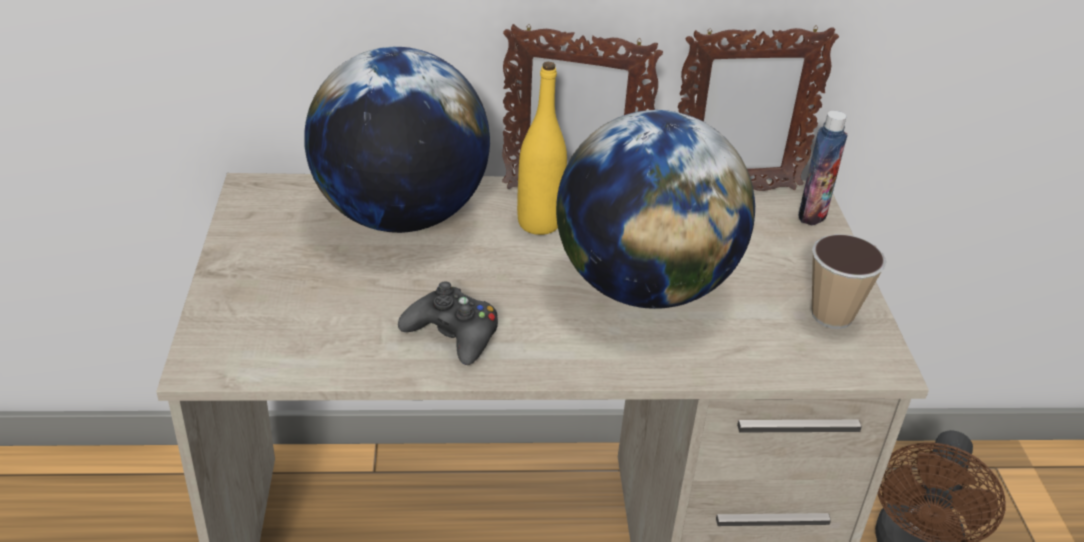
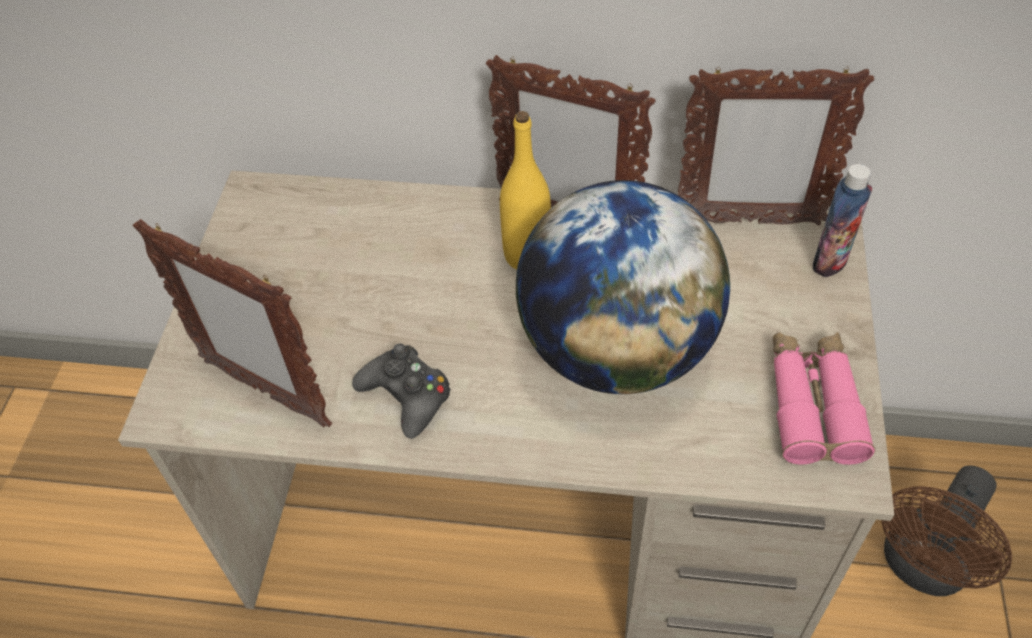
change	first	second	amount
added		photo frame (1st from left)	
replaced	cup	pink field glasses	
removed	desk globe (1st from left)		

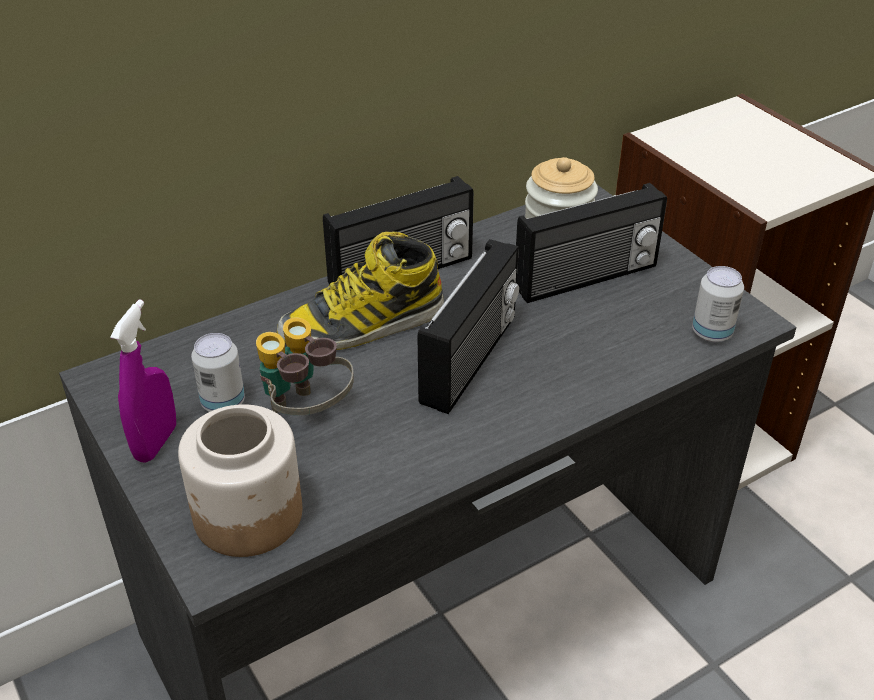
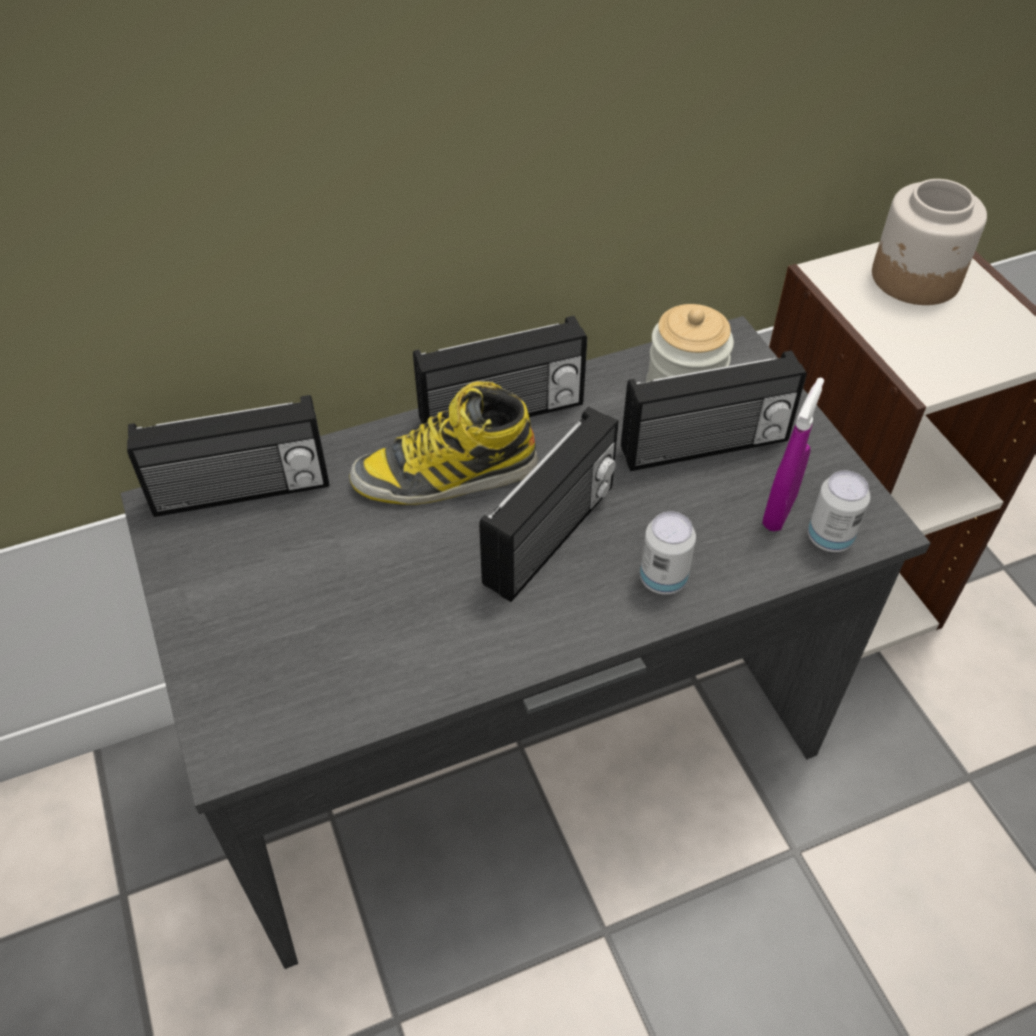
change	first	second	amount
added		radio receiver (1st from left)	
moved	metal can (1st from left)		
moved	purplish sprayer		
moved	storage jar (1st from left in the first image)	storage jar (2nd from left)	
removed	field glasses		

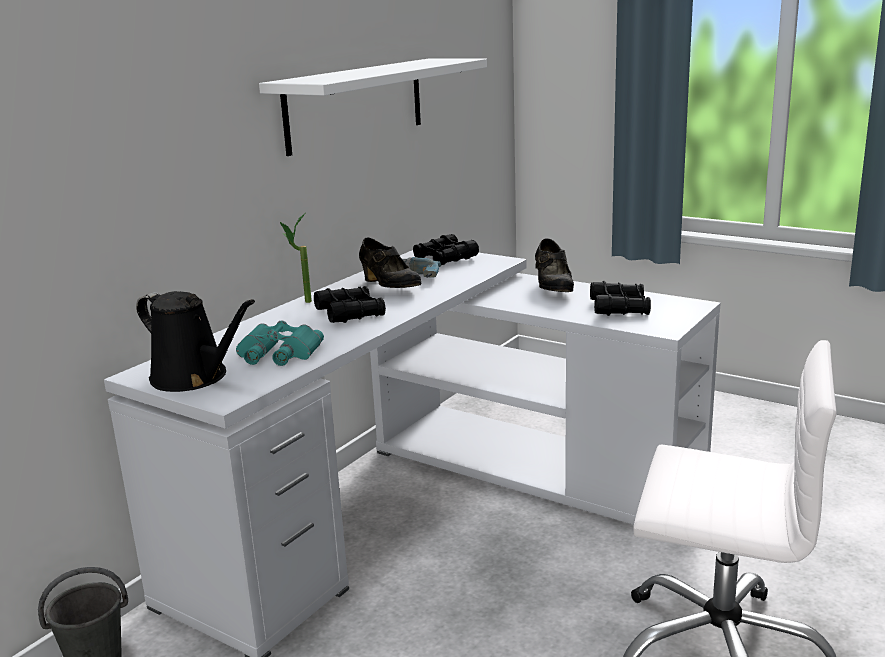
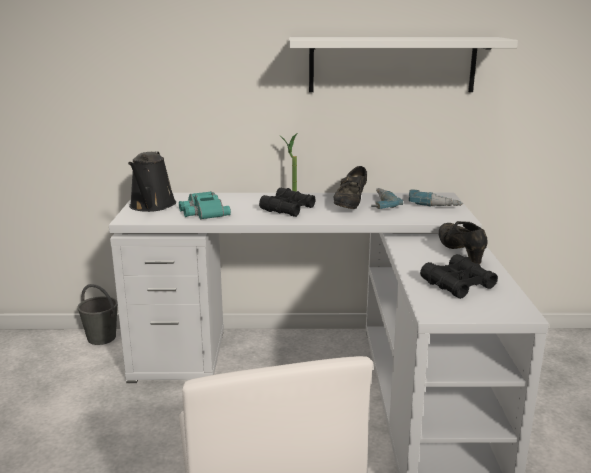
change	first	second	amount
replaced	black-coloured field glasses (2nd from left)	electric drill (2nd from left)	
turned	black-coloured item of footwear (2nd from left)		120 degrees clockwise

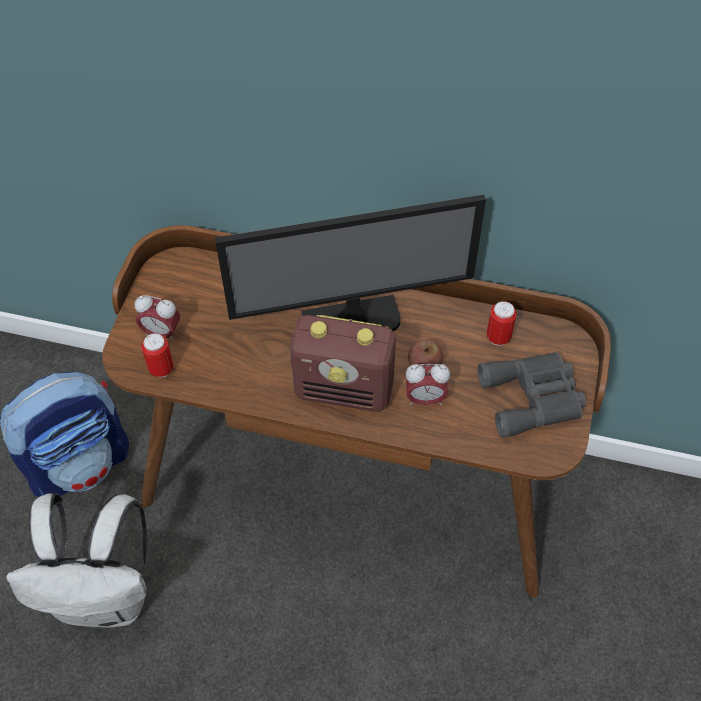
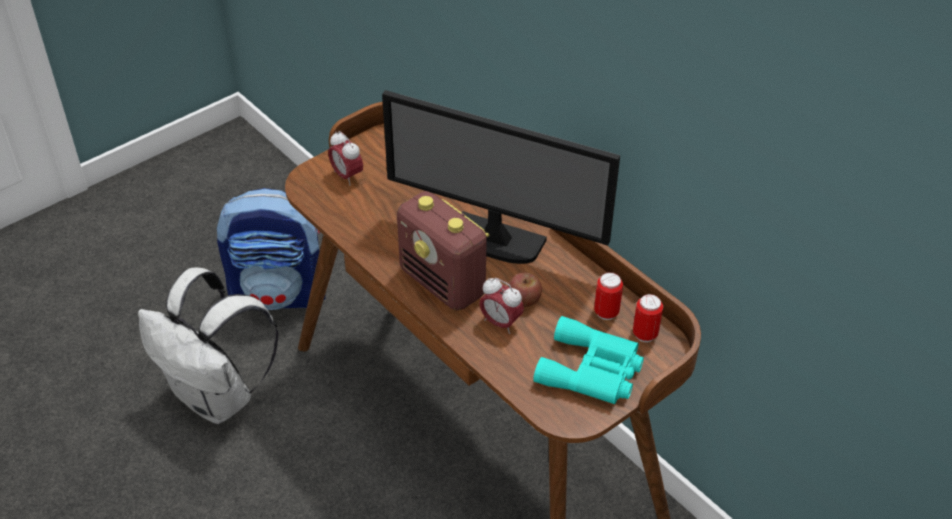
change	first	second	amount
recoloured	greyish field glasses	turquoise field glasses	
moved	metal can (1st from left in the first image)	metal can (2nd from left)	

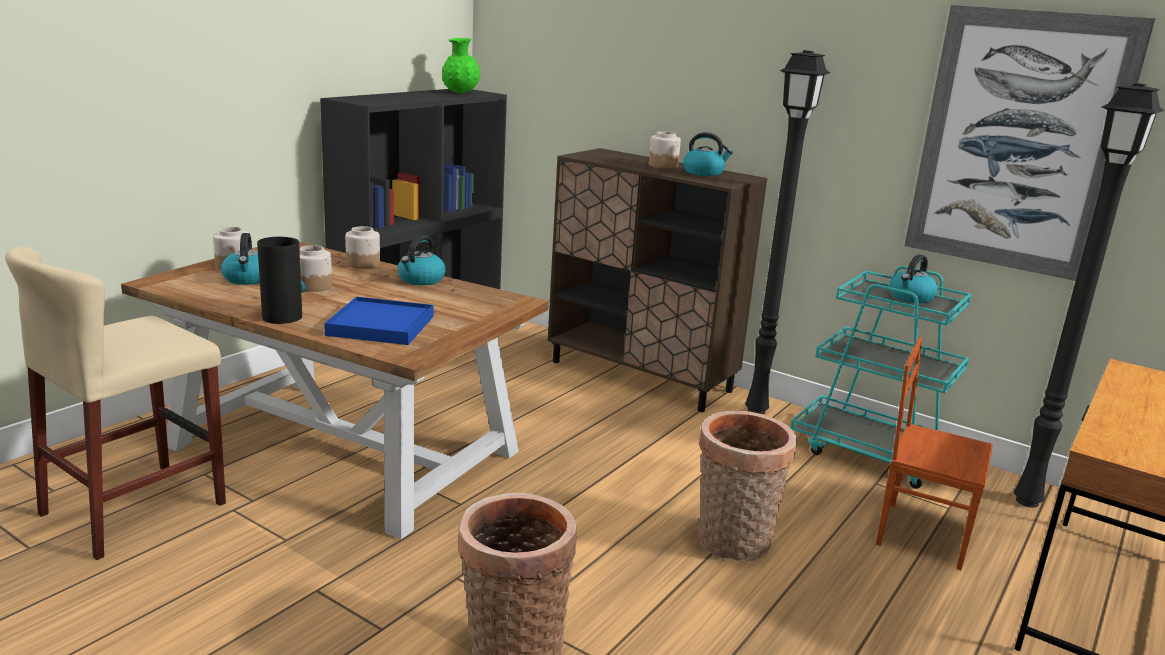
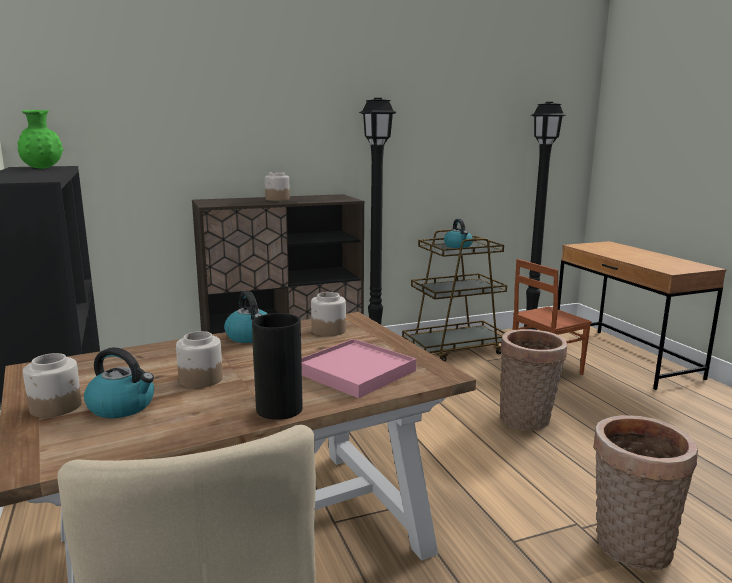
change	first	second	amount
recoloured	bluish tray	pink tray	
moved	storage jar (3rd from left in the first image)	storage jar (4th from left)	
recoloured	turquoise trolley	brownish trolley	
removed	kettle (3rd from left)		
removed	wall art		

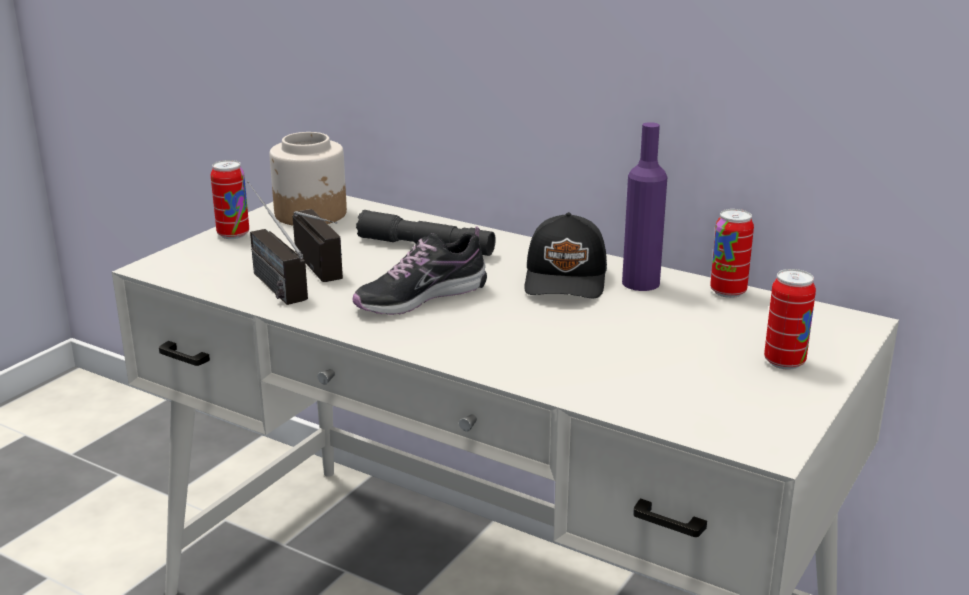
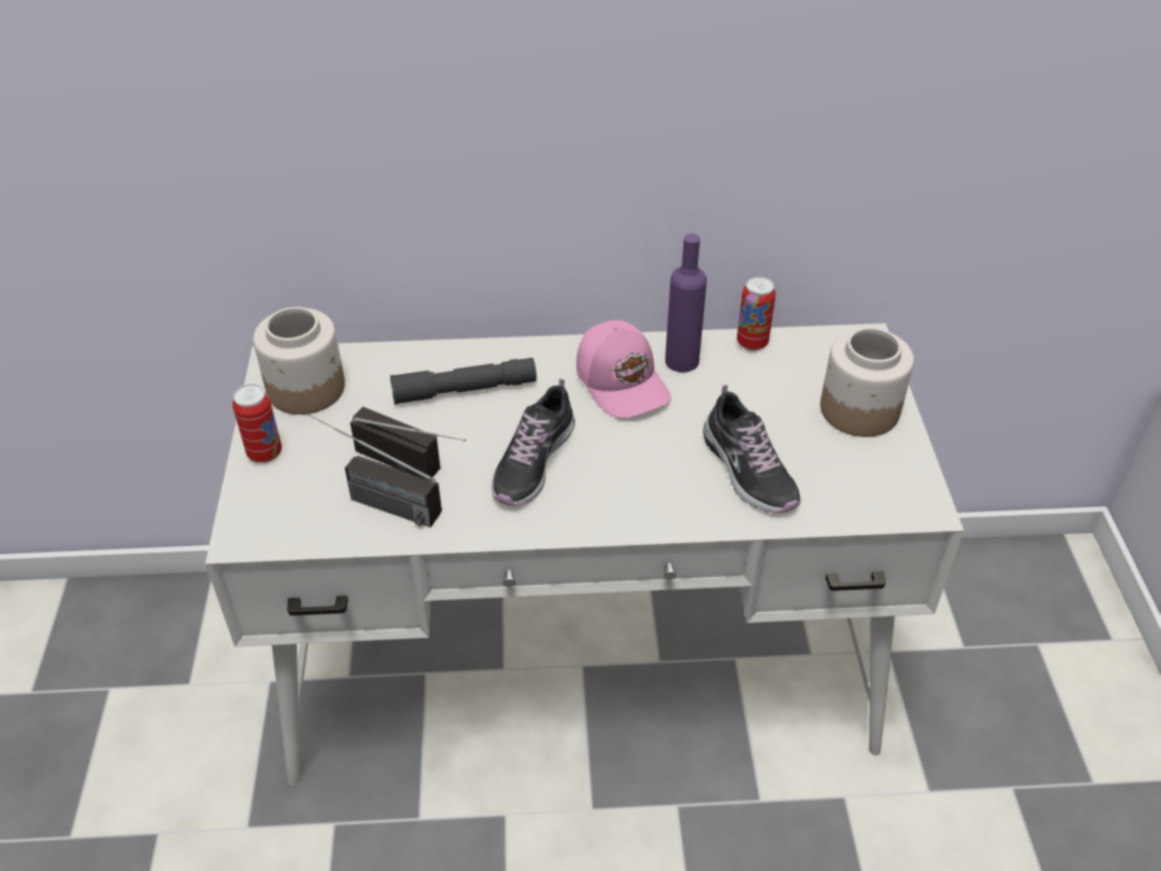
change	first	second	amount
recoloured	black-coloured cap	pink cap	
added		item of footwear (2nd from left)	
replaced	metal can (3rd from left)	storage jar (2nd from left)	

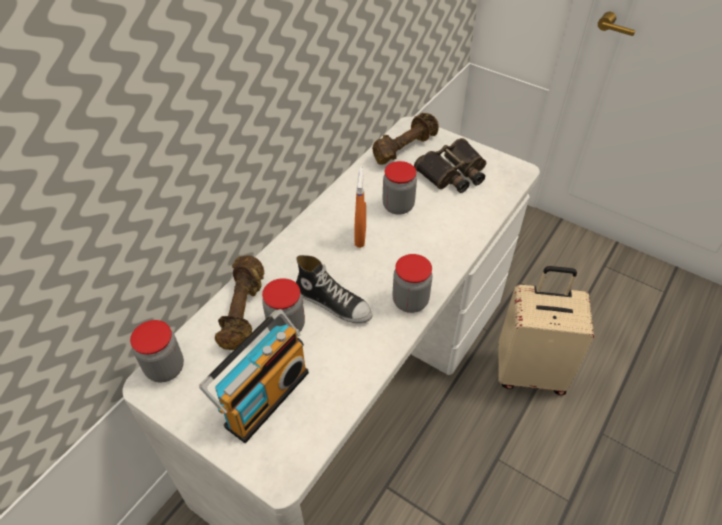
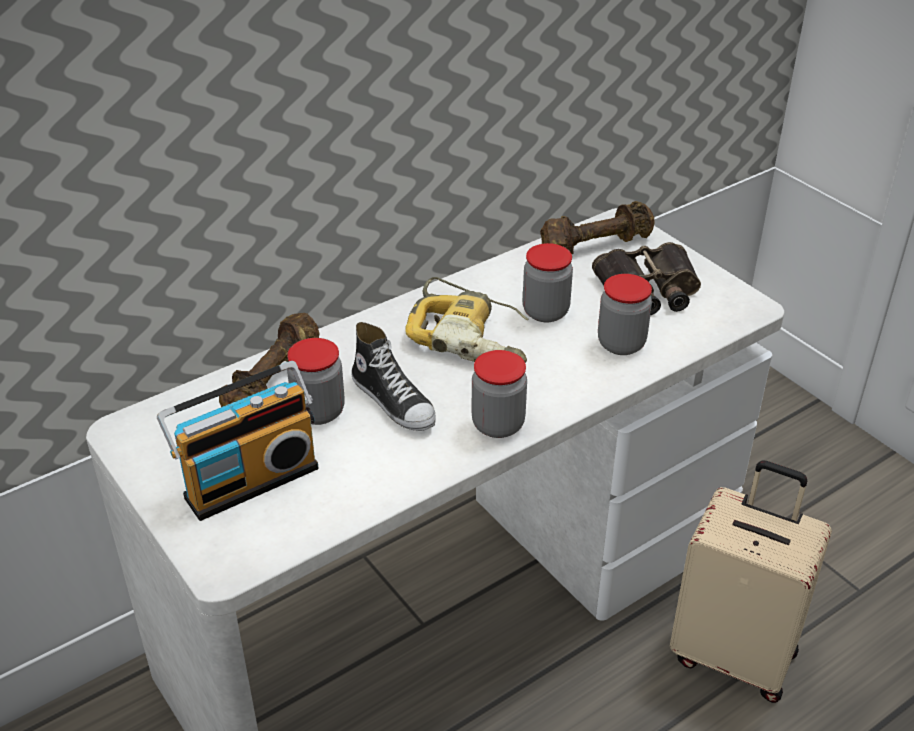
change	first	second	amount
replaced	orangey sprayer	electric drill	
moved	storage jar (1st from left in the first image)	storage jar (4th from left)	

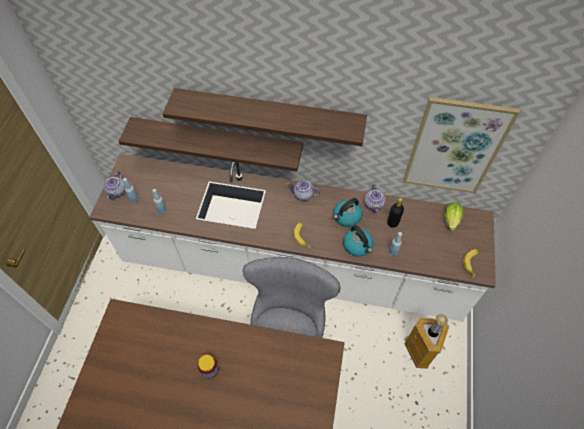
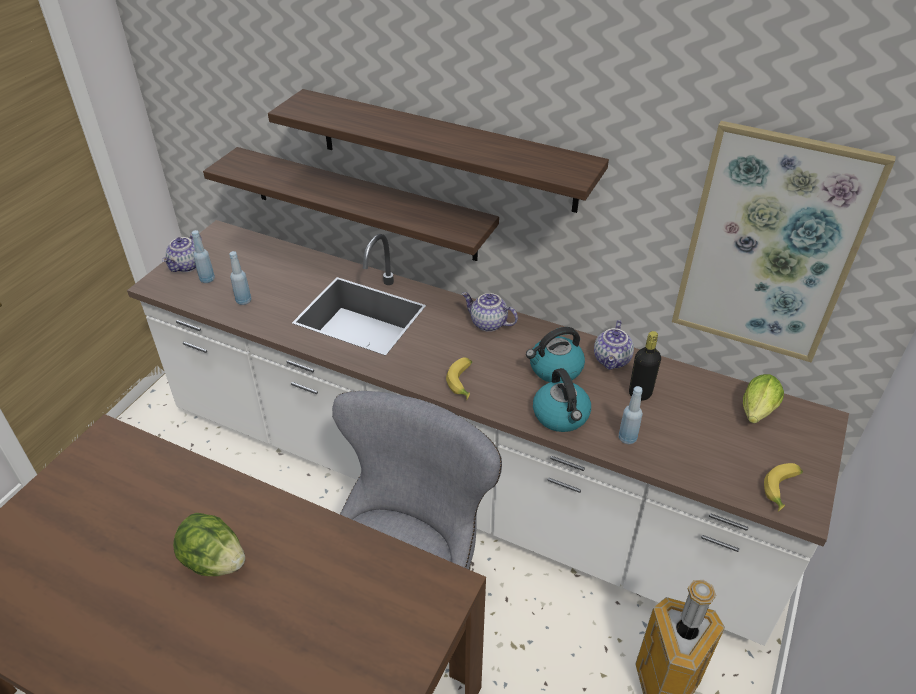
change	first	second	amount
replaced	storage jar	lettuce (1st from left)	

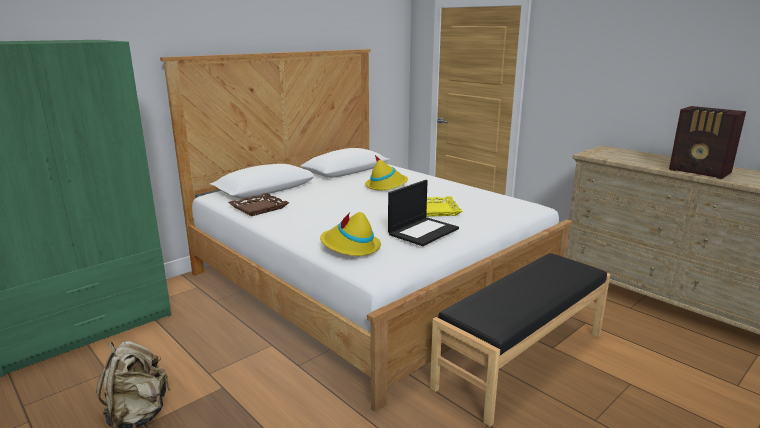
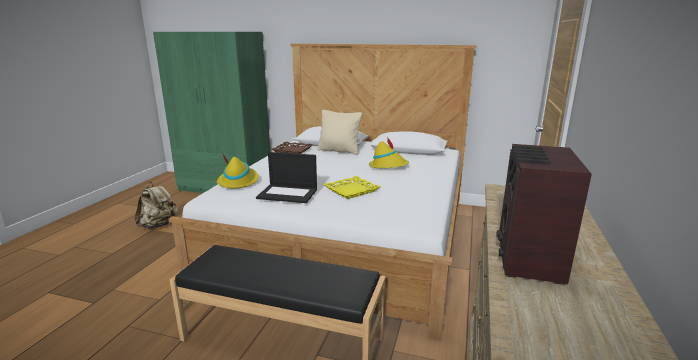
change	first	second	amount
added		sand-coloured cushion	

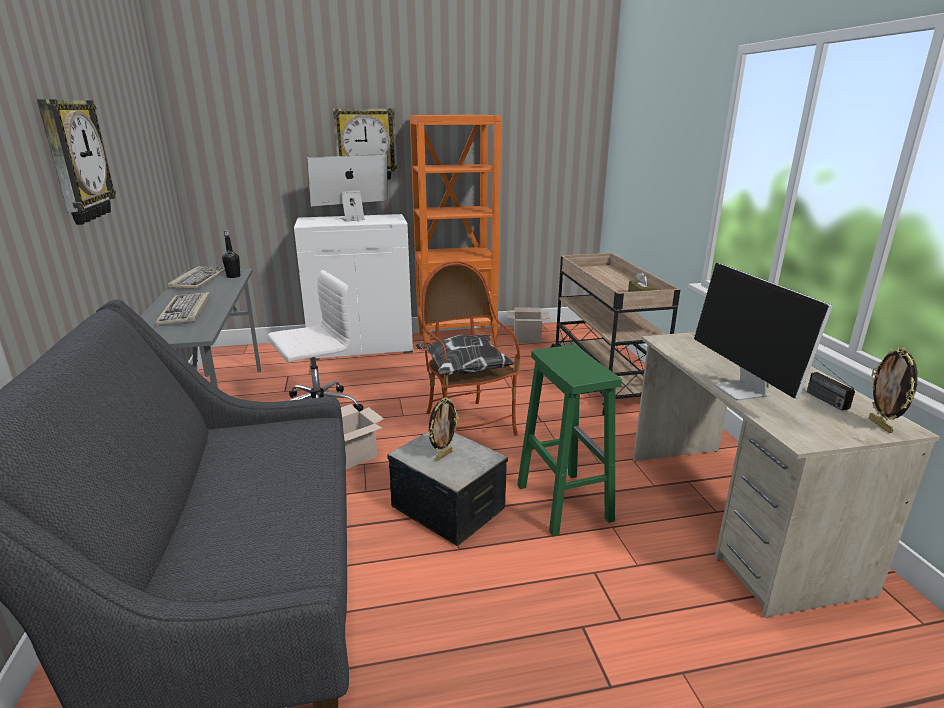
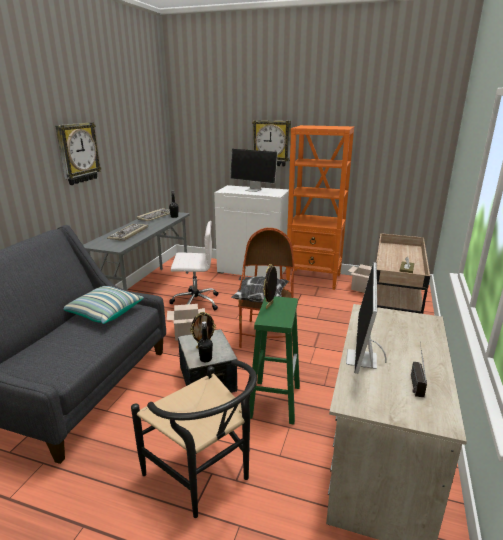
change	first	second	amount
added		cushion (1st from left)	
added		black-coloured upright chair	
added		black-coloured bottle (2nd from left)	
turned	computer display (1st from left)		150 degrees counterclockwise
moved	photo frame (2nd from left)		

